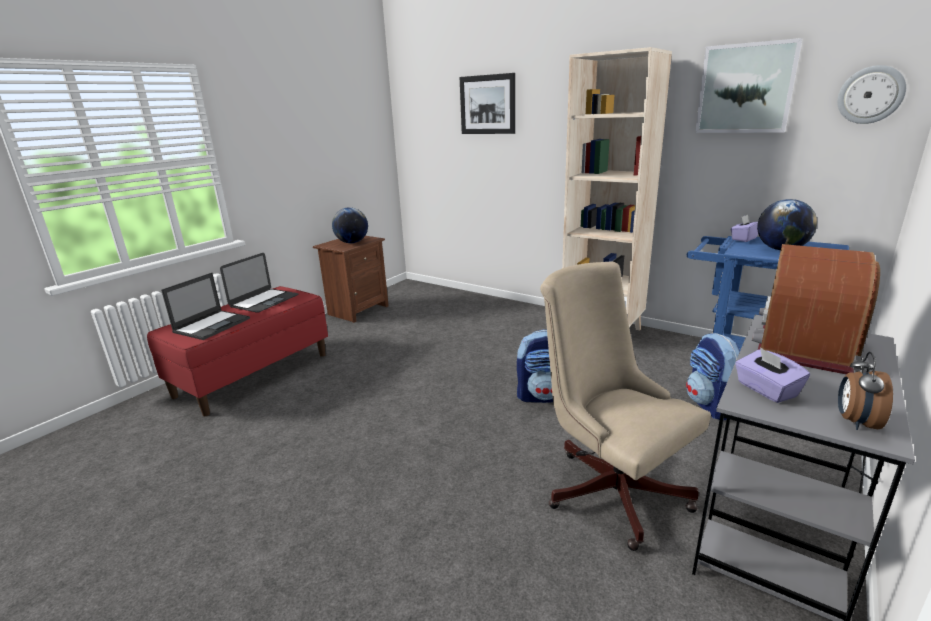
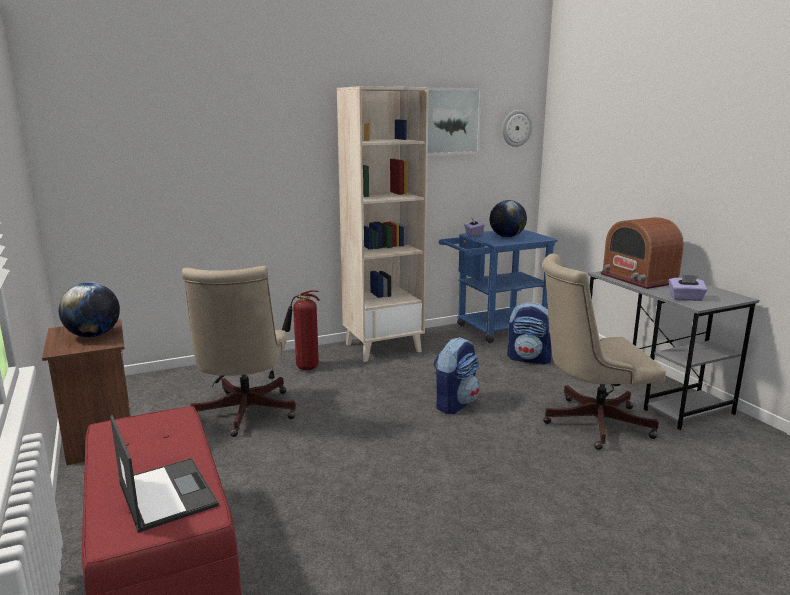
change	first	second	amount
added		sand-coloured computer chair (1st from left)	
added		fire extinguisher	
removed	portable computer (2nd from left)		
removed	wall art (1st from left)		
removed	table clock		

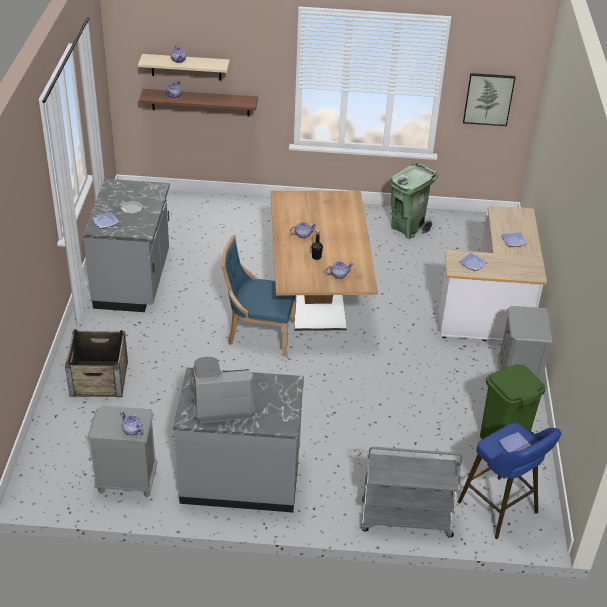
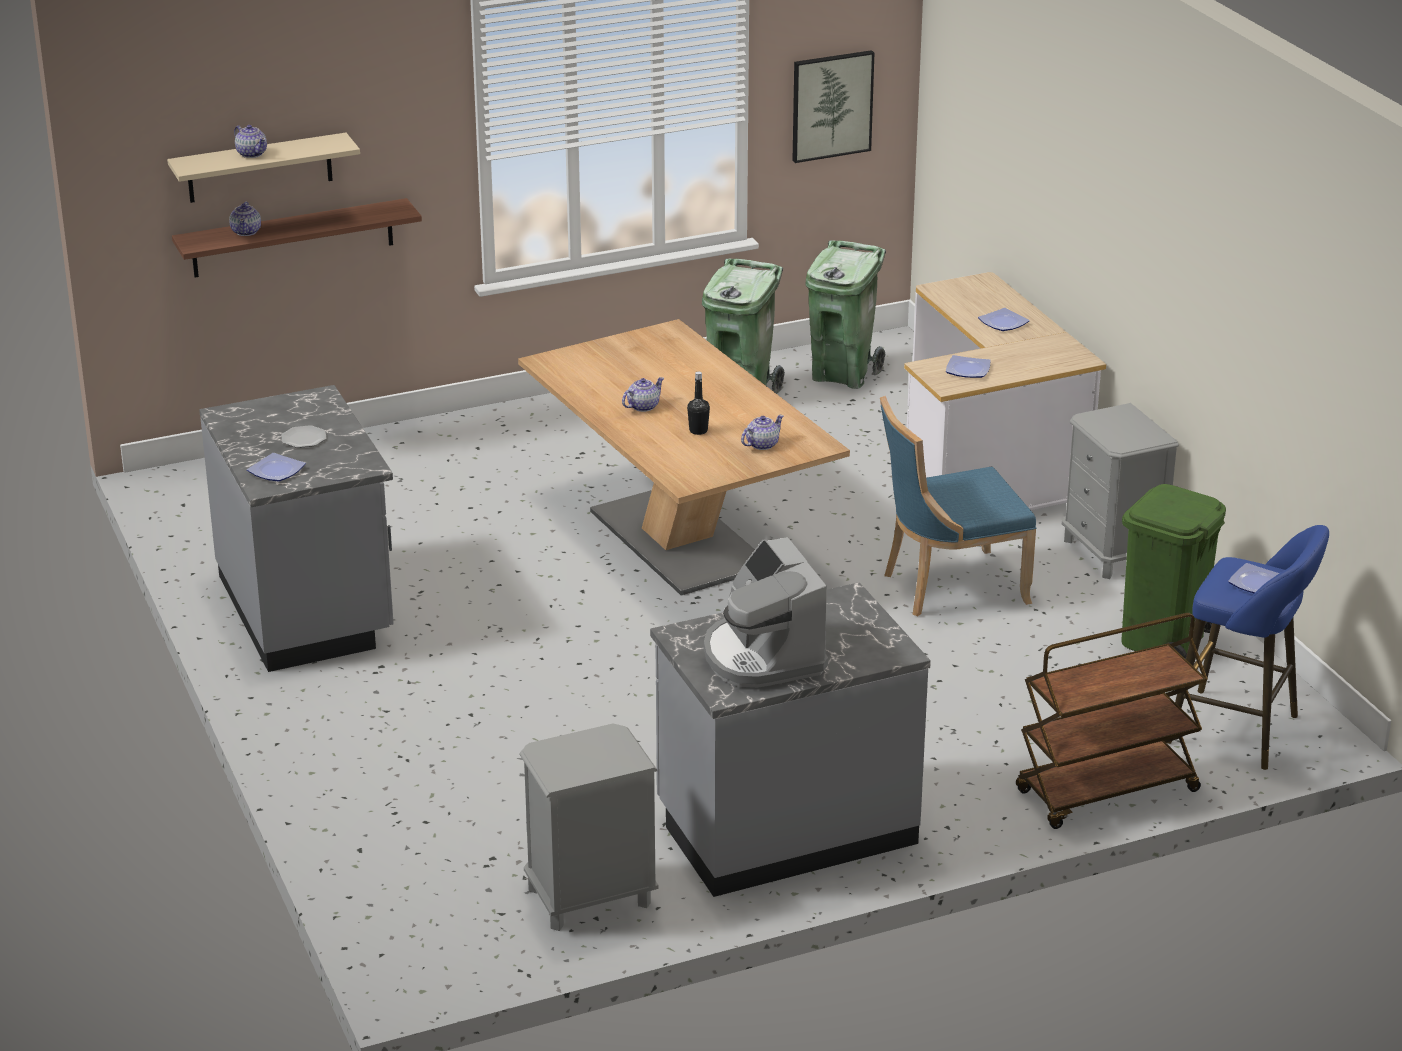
change	first	second	amount
turned	coffee maker		75 degrees counterclockwise
added		green trash can (2nd from left)	
moved	bluish upright chair		
recoloured	greyish trolley	brownish trolley	
removed	packing crate		
removed	tea pot (1st from left)		

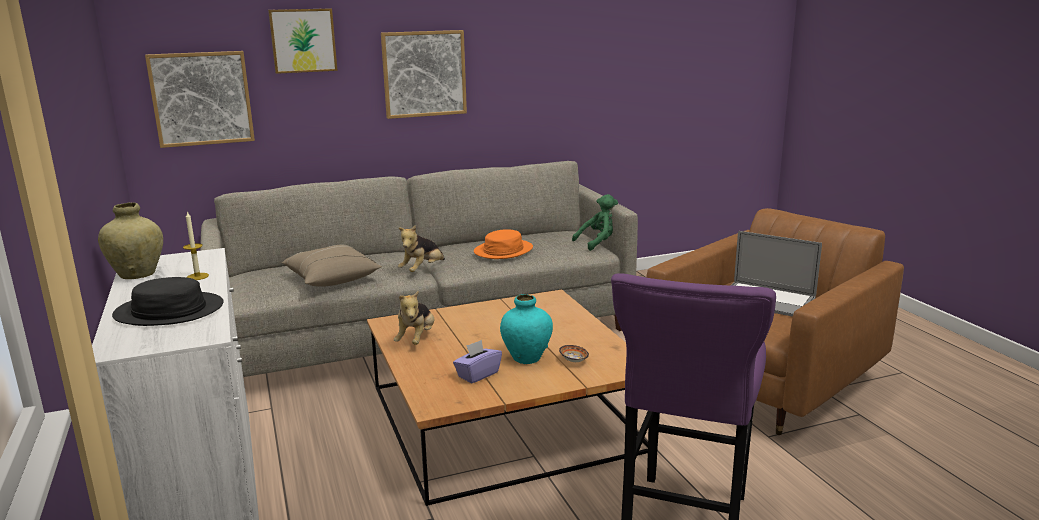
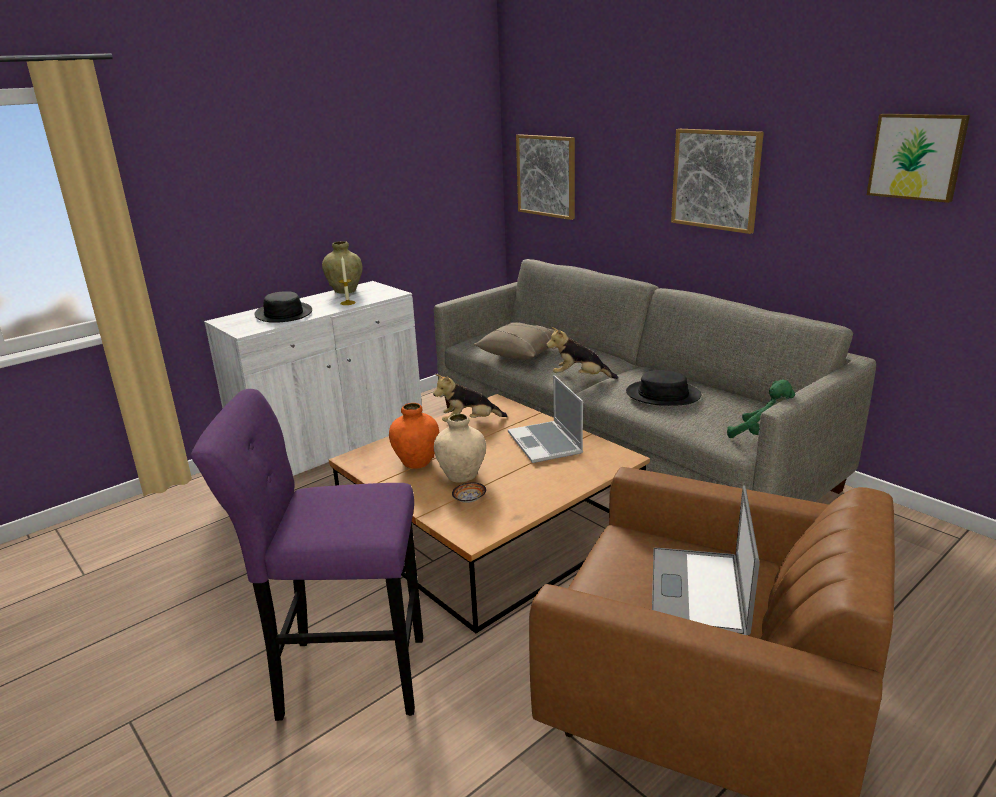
change	first	second	amount
replaced	purplish tissue box	orangey vase	
recoloured	turquoise vase	sand-coloured vase (2nd from left)	
added		portable computer (1st from left)	
recoloured	orangey wearable hat	black-coloured wearable hat (2nd from left)	
moved	wall art (2nd from left in the first image)	wall art (3rd from left)	

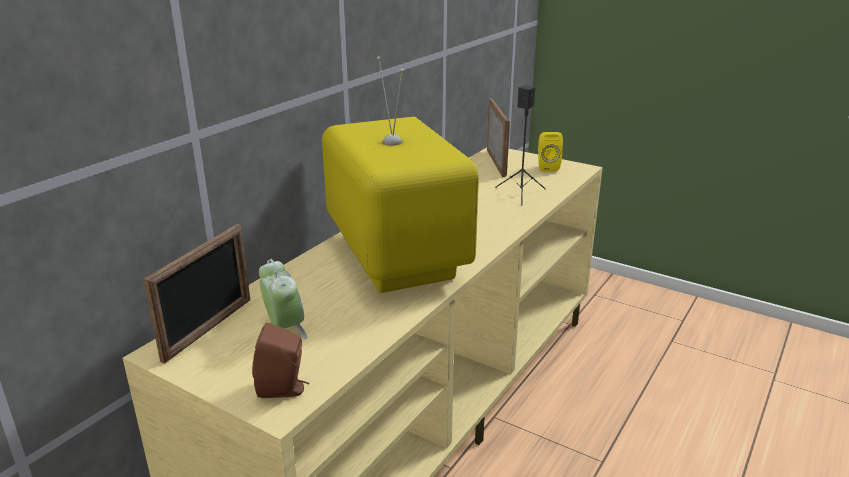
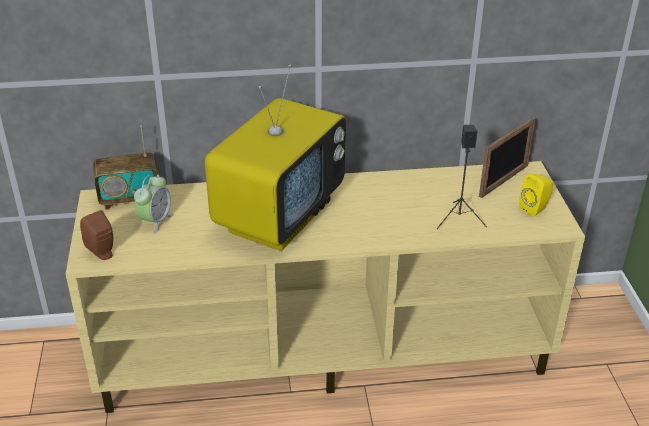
change	first	second	amount
replaced	photo frame (1st from left)	radio receiver	

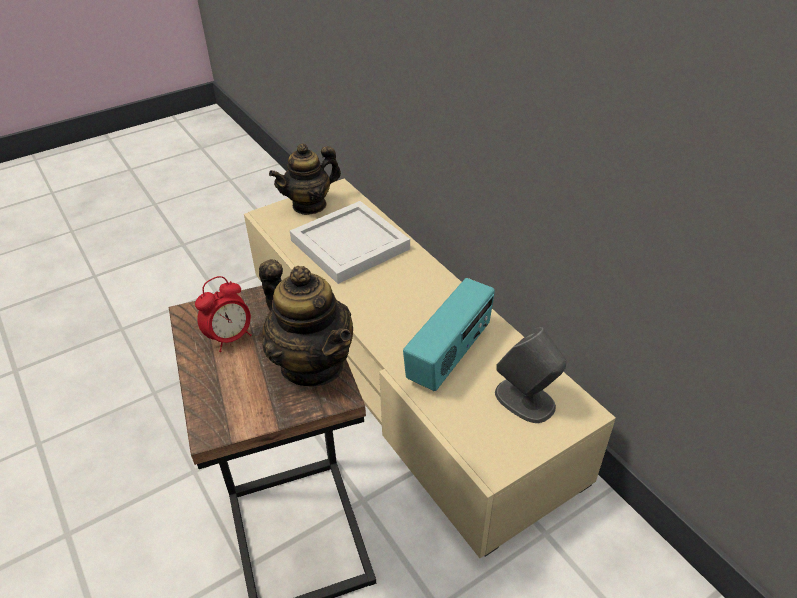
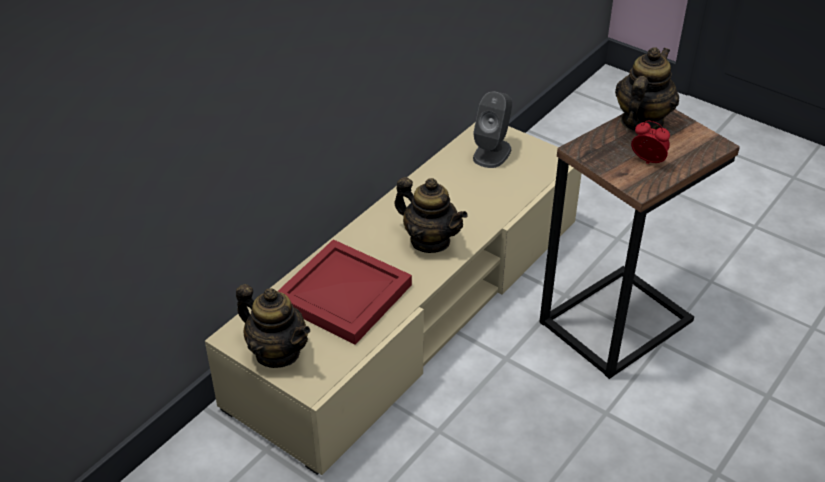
change	first	second	amount
recoloured	white-coloured tray	reddish tray	
added		tea pot (2nd from left)	
removed	radio receiver		

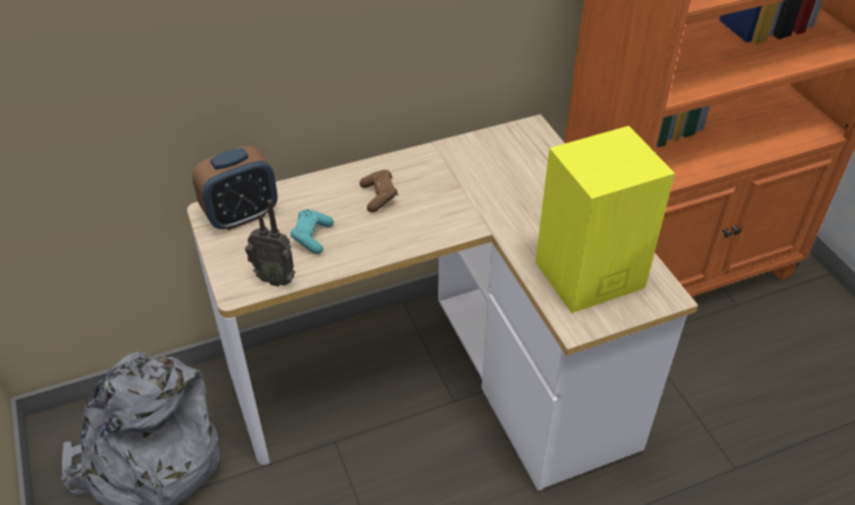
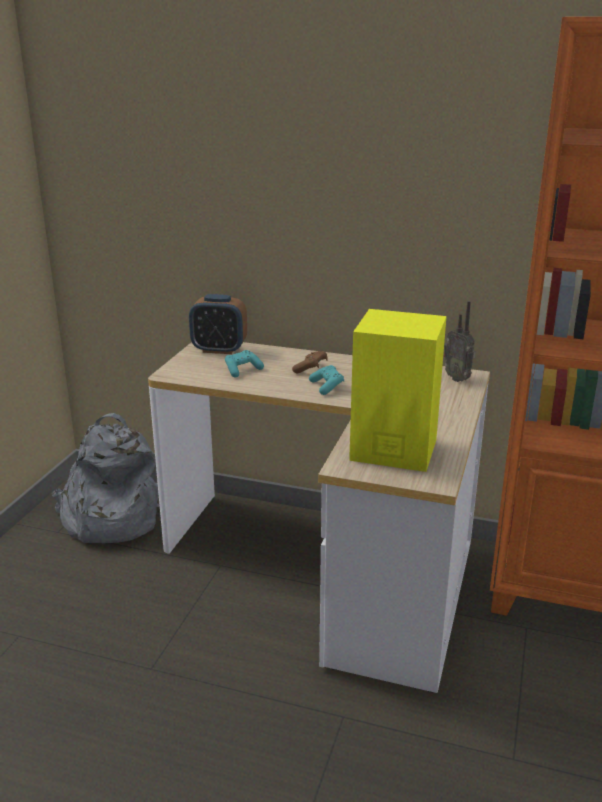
change	first	second	amount
added		turquoise game controller (2nd from left)	
moved	radio receiver		

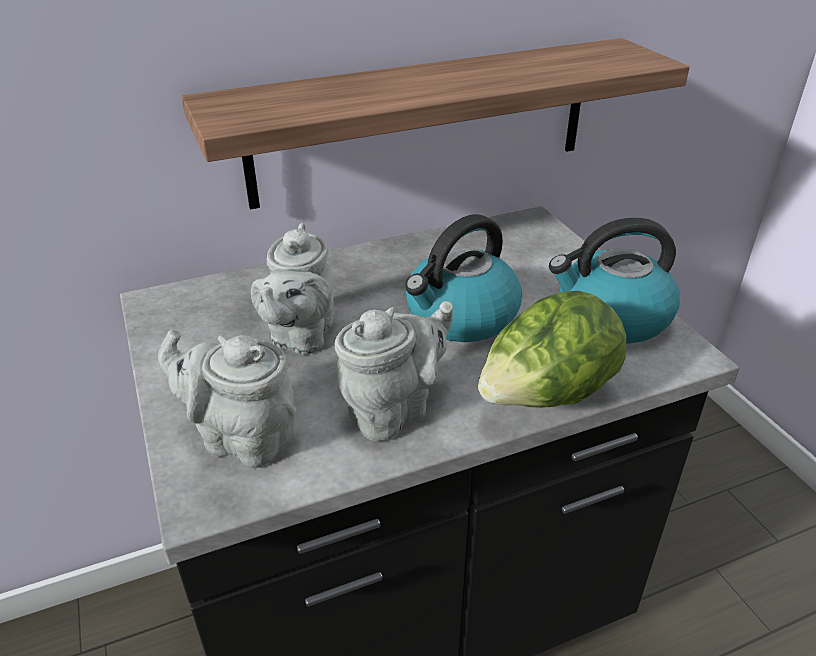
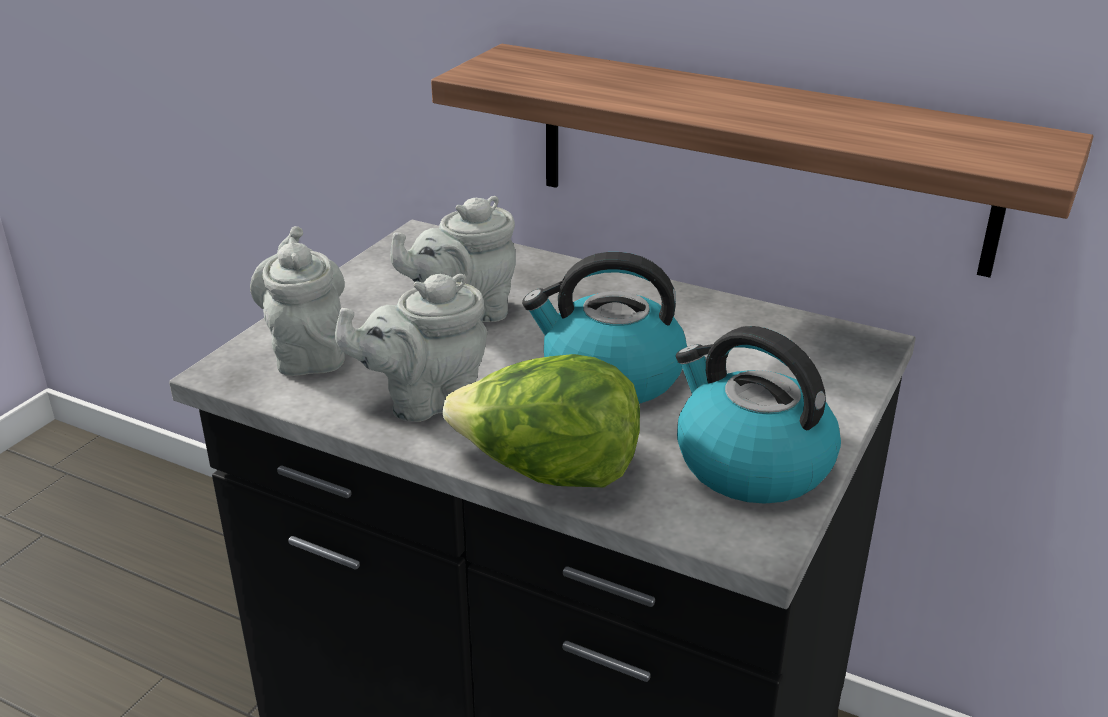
change	first	second	amount
turned	greyish tea pot (3rd from left in the first image)	greyish tea pot (2nd from left)	150 degrees clockwise

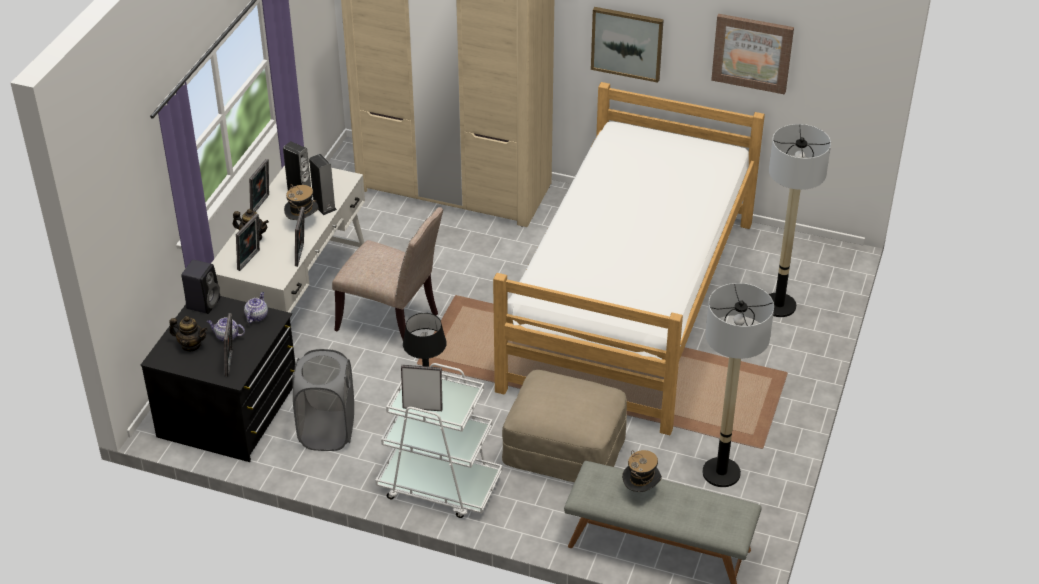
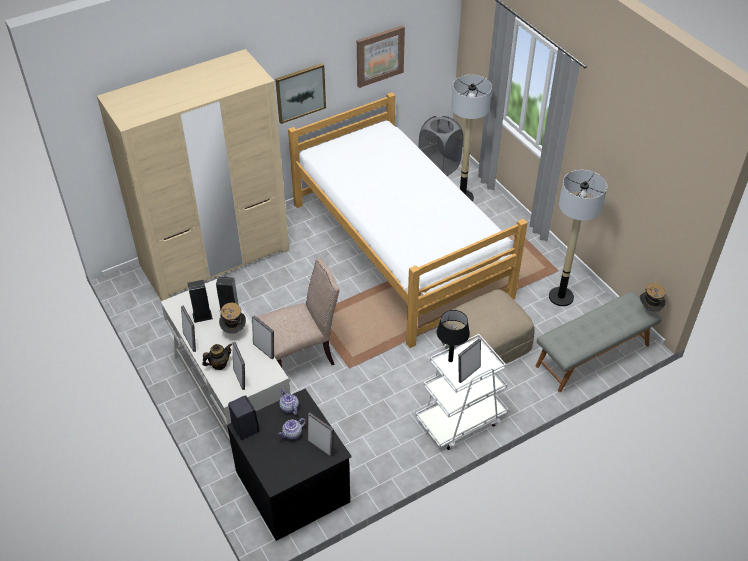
change	first	second	amount
moved	greyish washing basket		
moved	wearable hat (2nd from left)		
removed	tea pot (1st from left)		

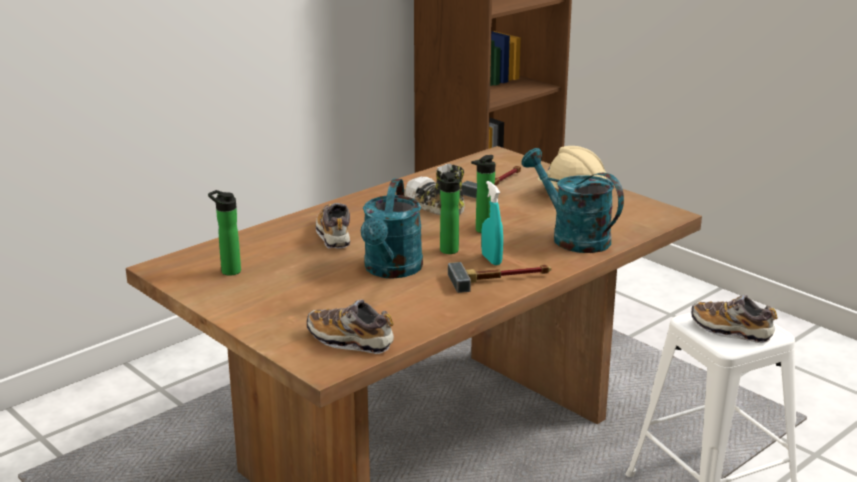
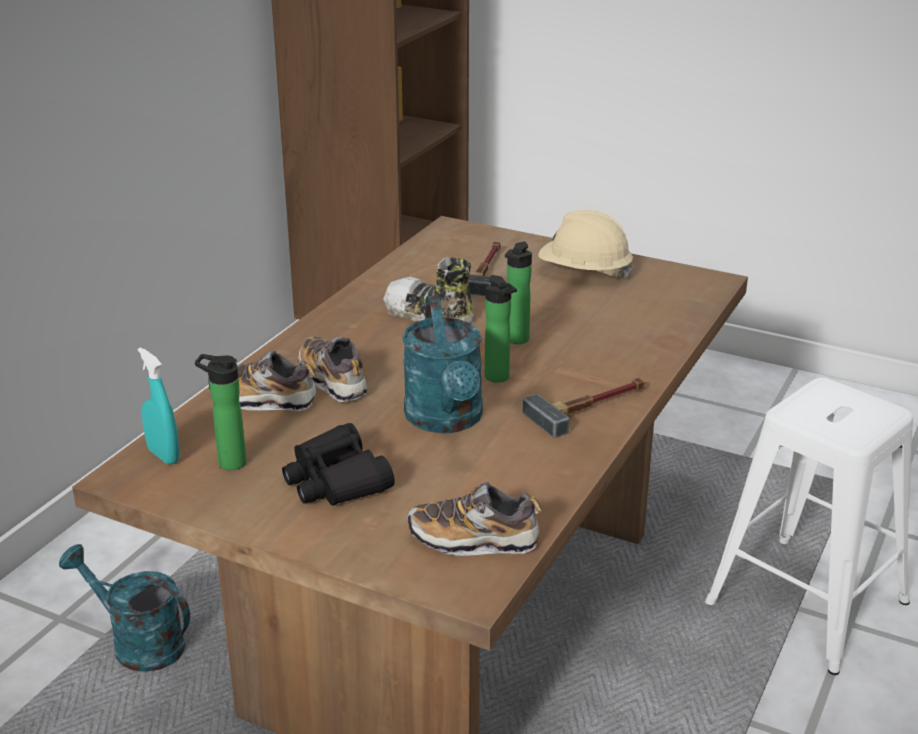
change	first	second	amount
moved	turquoise sprinkling can (2nd from left in the first image)	turquoise sprinkling can (1st from left)	
moved	turquoise sprayer		
moved	item of footwear (4th from left in the first image)	item of footwear (1st from left)	
added		black-coloured field glasses	

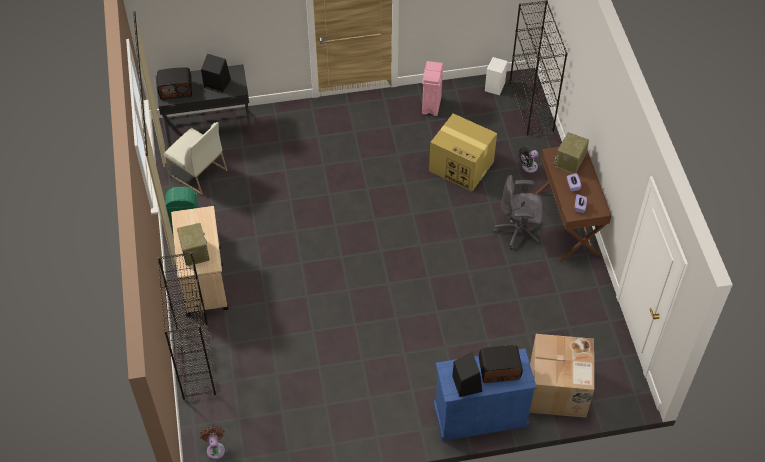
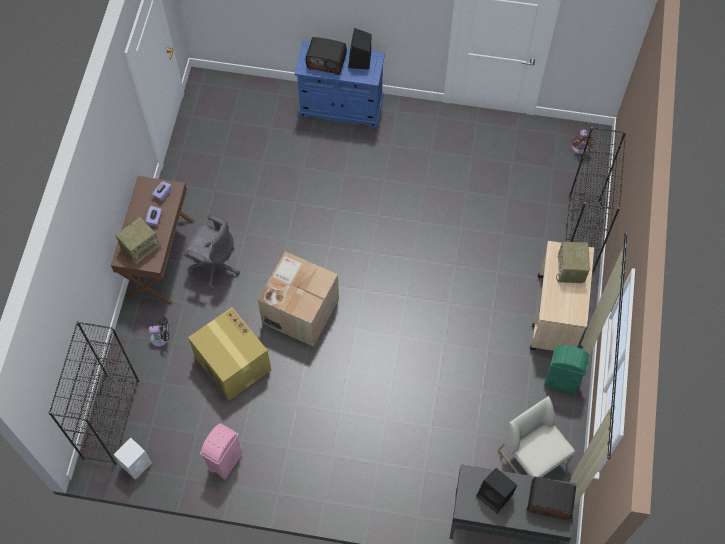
change	first	second	amount
moved	packing box (2nd from left)		

